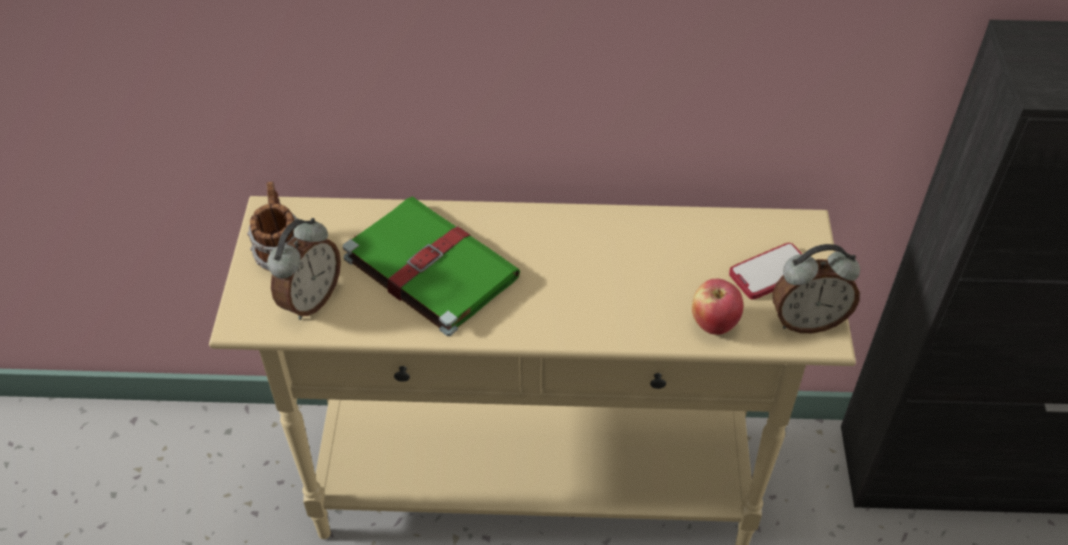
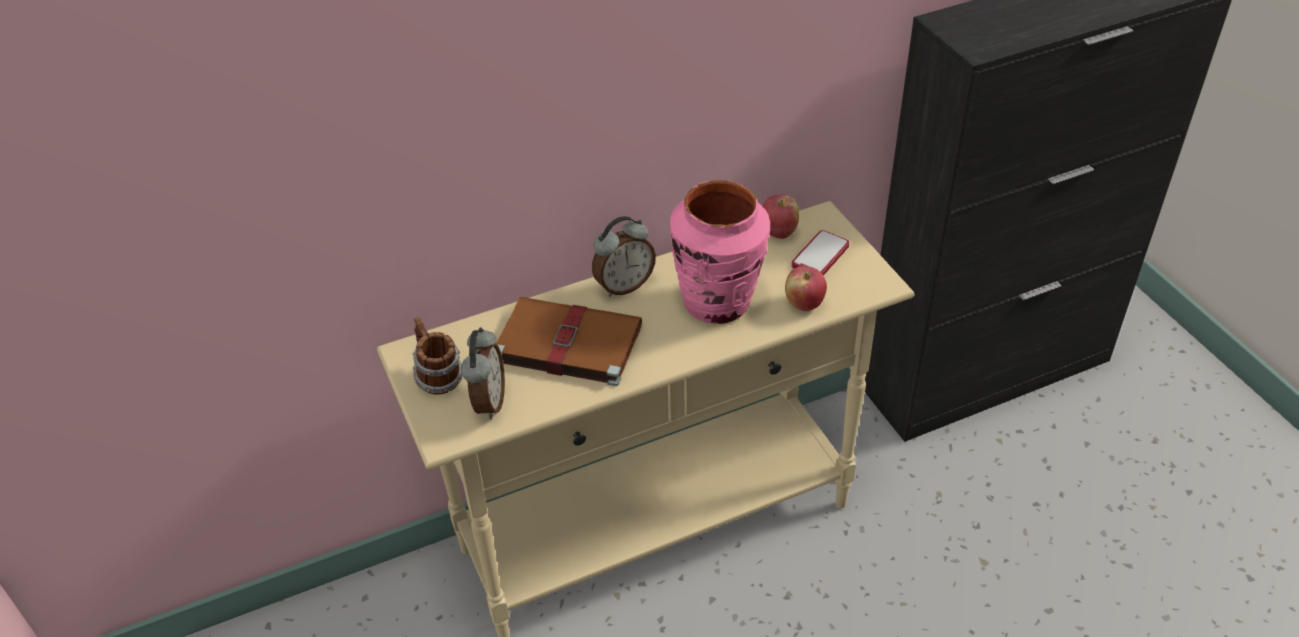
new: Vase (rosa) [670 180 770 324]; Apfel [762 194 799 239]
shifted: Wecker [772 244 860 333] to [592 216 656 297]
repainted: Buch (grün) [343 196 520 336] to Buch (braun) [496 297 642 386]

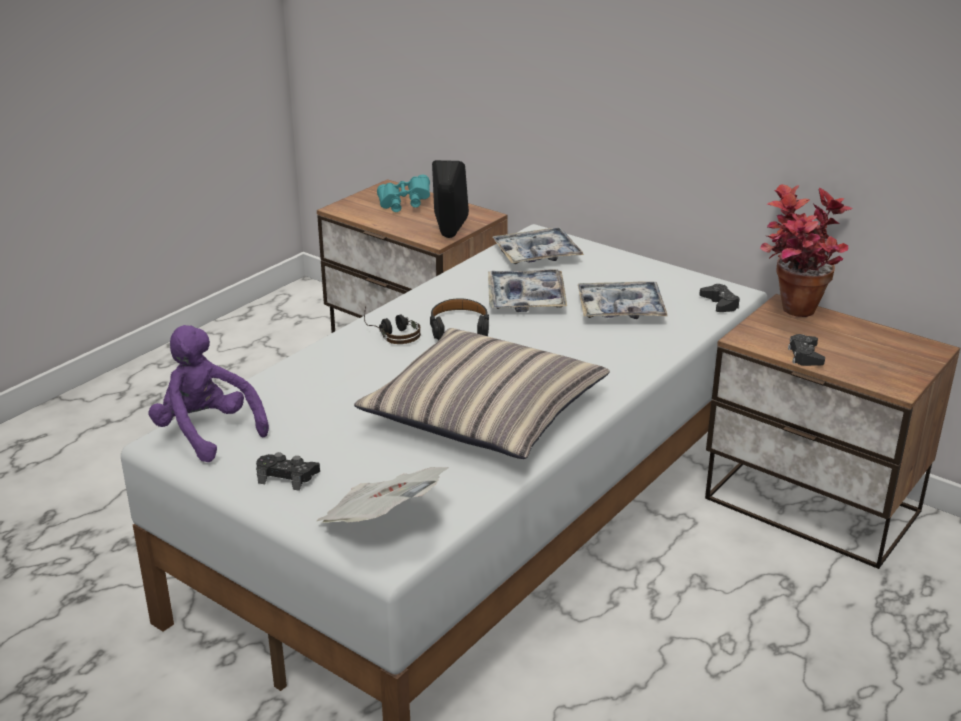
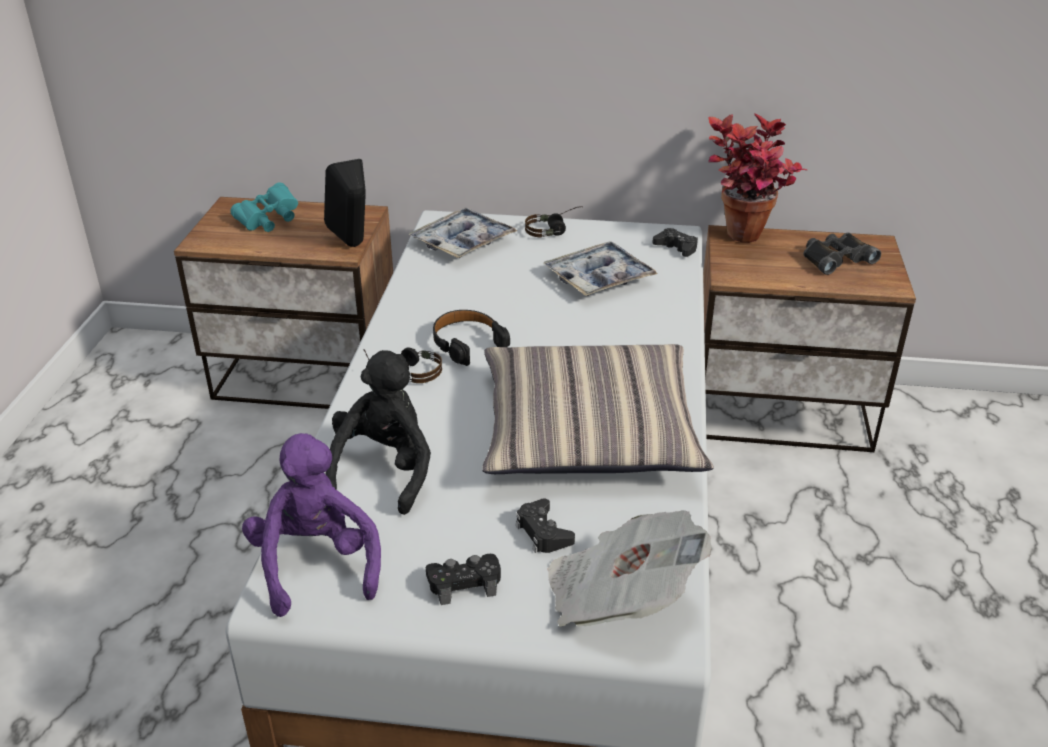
gone: Tablett [488 269 567 312]
new: Plüschtier (schwarz) [325 350 431 515]; Kopfhörer [525 206 581 237]; Fernglas (schwarz) [803 232 881 275]
shifted: Gamepad (schwarz) [788 334 825 366] to [516 499 575 553]
rotated: Plüschtier (lila) [149 325 269 462] = [242 433 381 617] 60 degrees clockwise

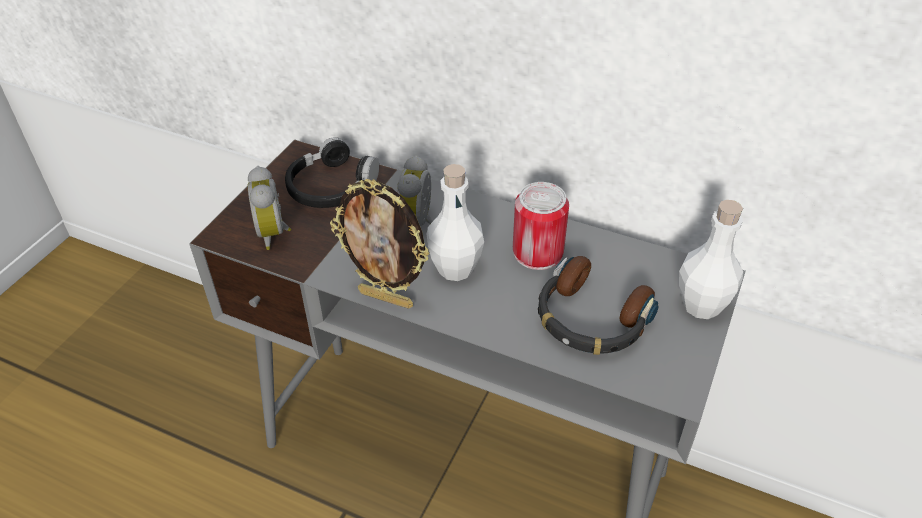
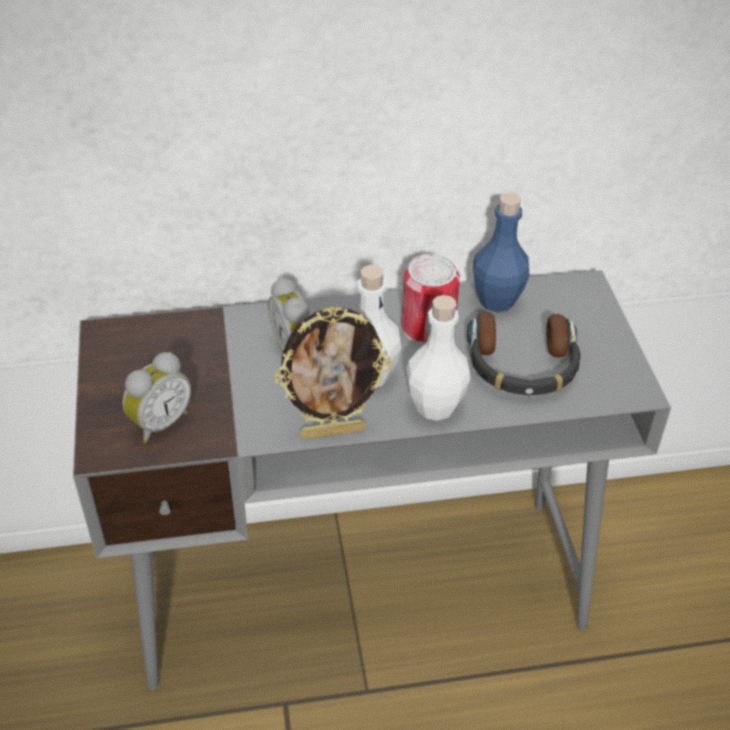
gone: Kopfhörer (schwarz) [285 137 379 208]
new: Flasche (blau) [473 193 529 312]
shifted: Flasche (weiß) [679 200 743 319] to [406 295 471 421]
rotated: Wecker [248 166 291 250] = [122 352 191 444] 90 degrees counterclockwise

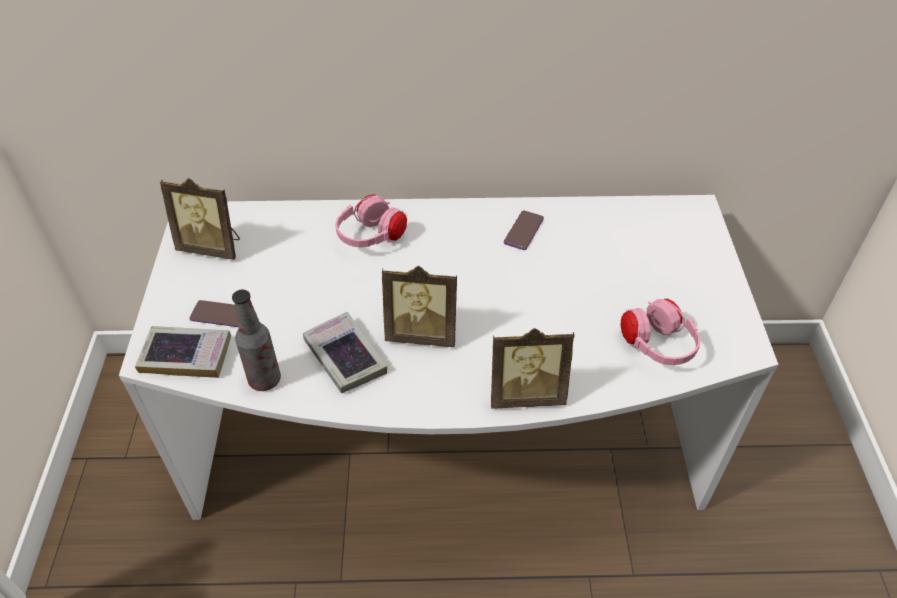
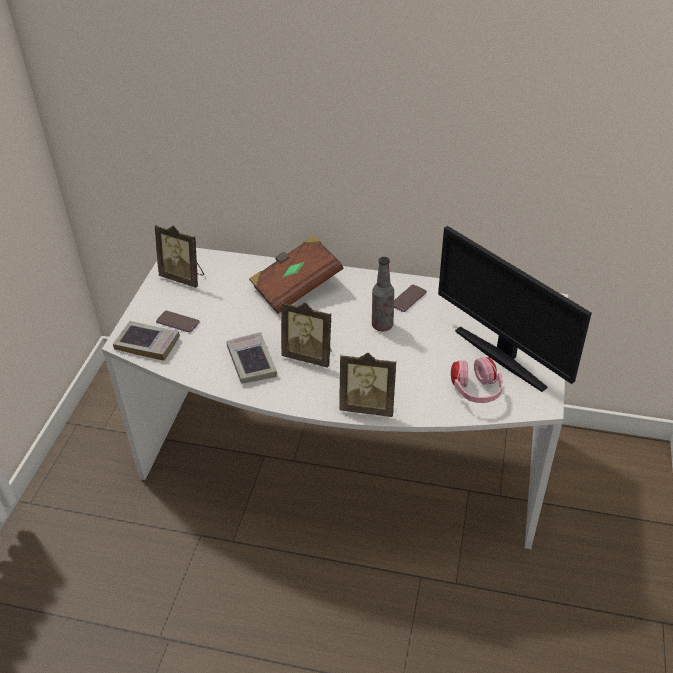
new: Monitor [438 226 592 392]
shifted: Flasche [232 290 281 391] to [372 257 394 331]
swapped: Kopfhörer (rosa) [335 194 407 248] to Buch (braun) [249 235 344 314]

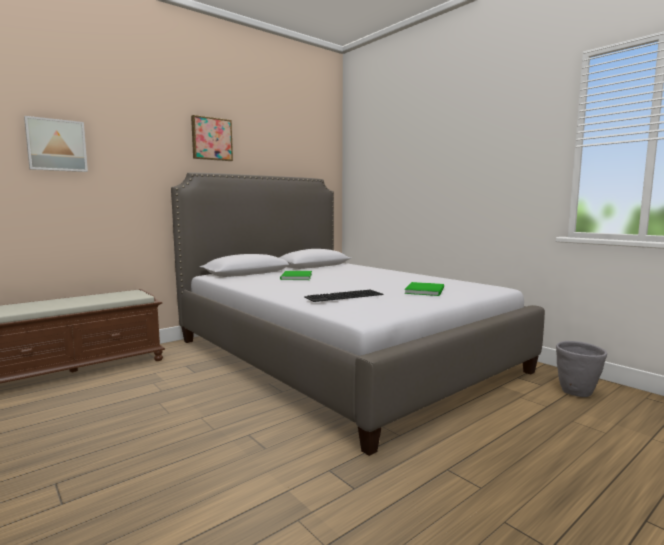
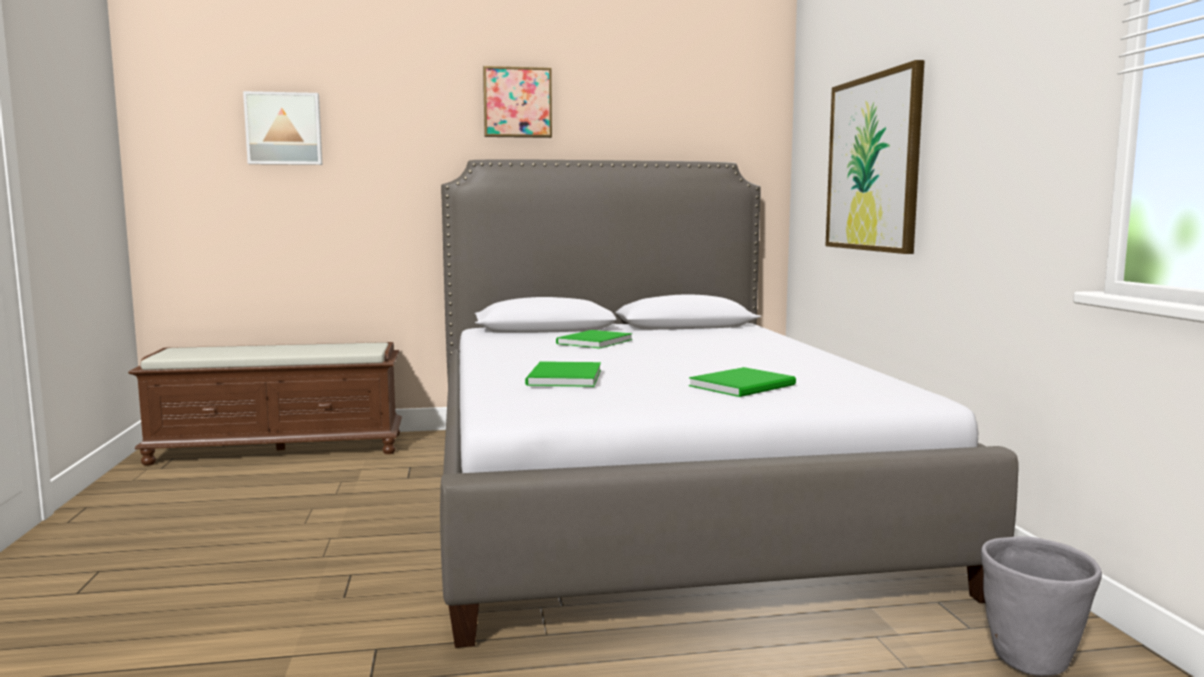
new: Bild [825 60 925 254]
swapped: Tastatur [304 290 383 302] to Buch (grün) [525 361 601 387]

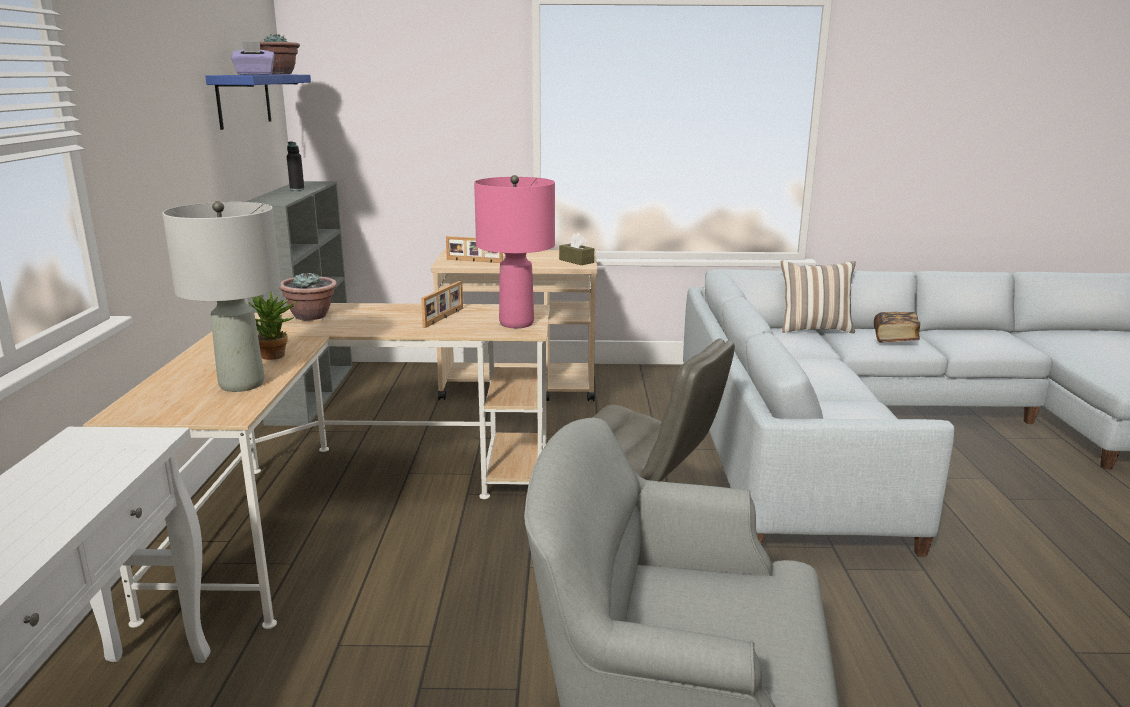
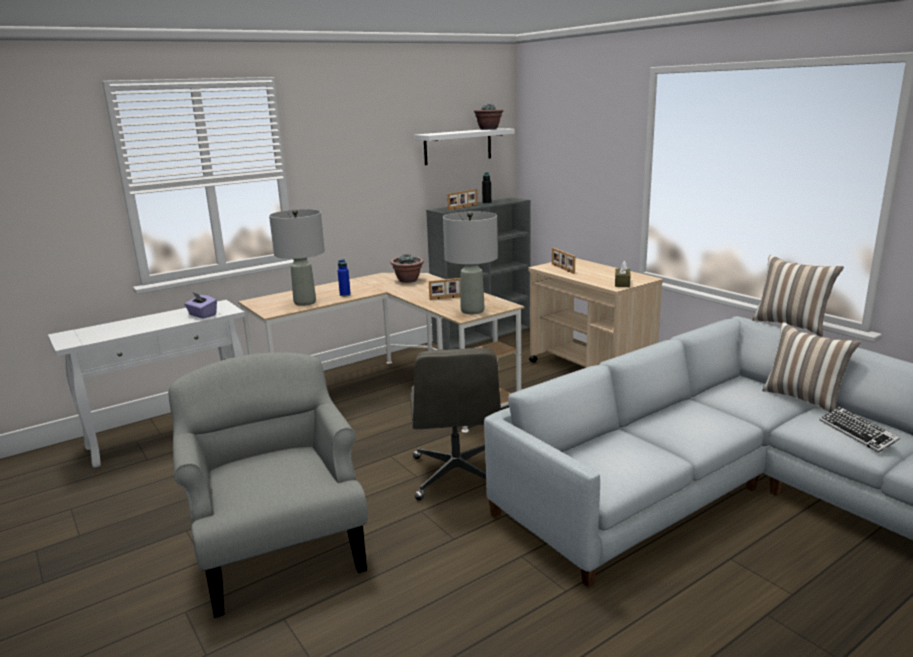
new: Bilderrahmen [447 189 478 210]; Kissen [752 255 844 337]
shifted: Taschentuchbox (lila) [231 41 275 75] to [184 293 217 319]
swapped: Topfpflanze [248 292 299 360] to Flasche (blau) [338 259 351 297]; Buch [874 312 920 342] to Tastatur [819 407 900 453]
repainted: Wandregal (blau) [205 74 311 130] to Wandregal (weiß) [414 128 515 165]; Tischlampe (rosa) [474 175 555 328] to Tischlampe (grau) [443 211 498 314]

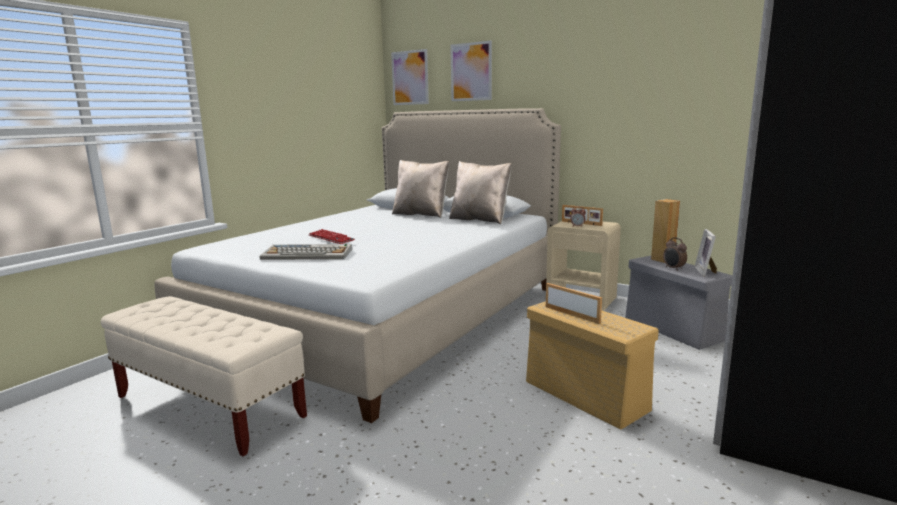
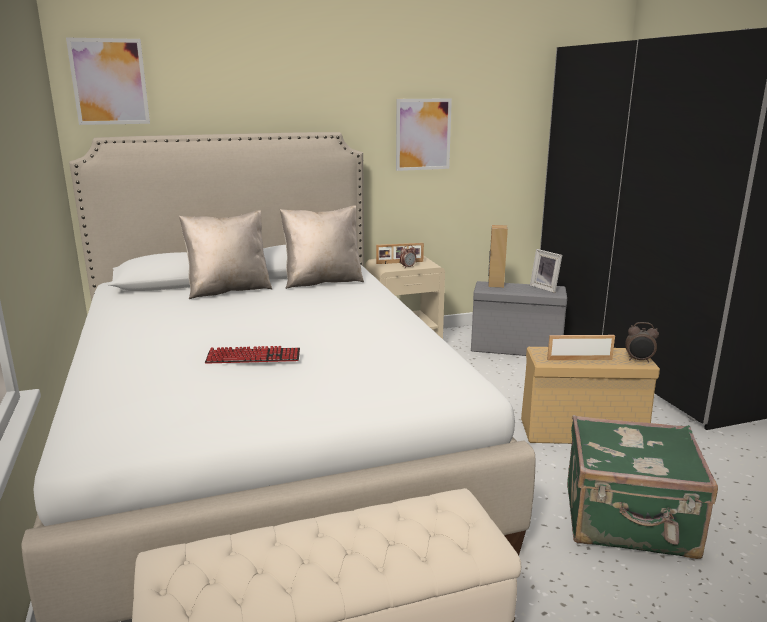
gone: Tastatur [260 244 352 260]
new: Koffer (grün) [567 415 718 559]
shifted: Bild [450 41 492 101] to [396 98 452 171]; Wecker [663 237 687 271] to [625 322 659 363]

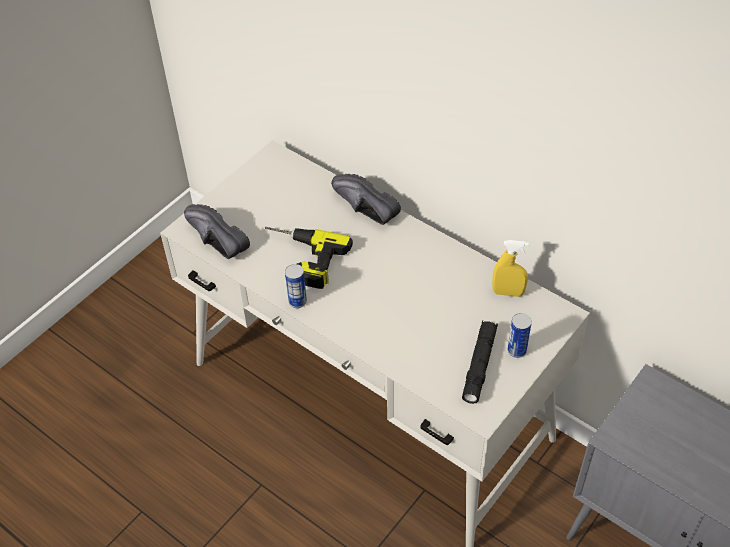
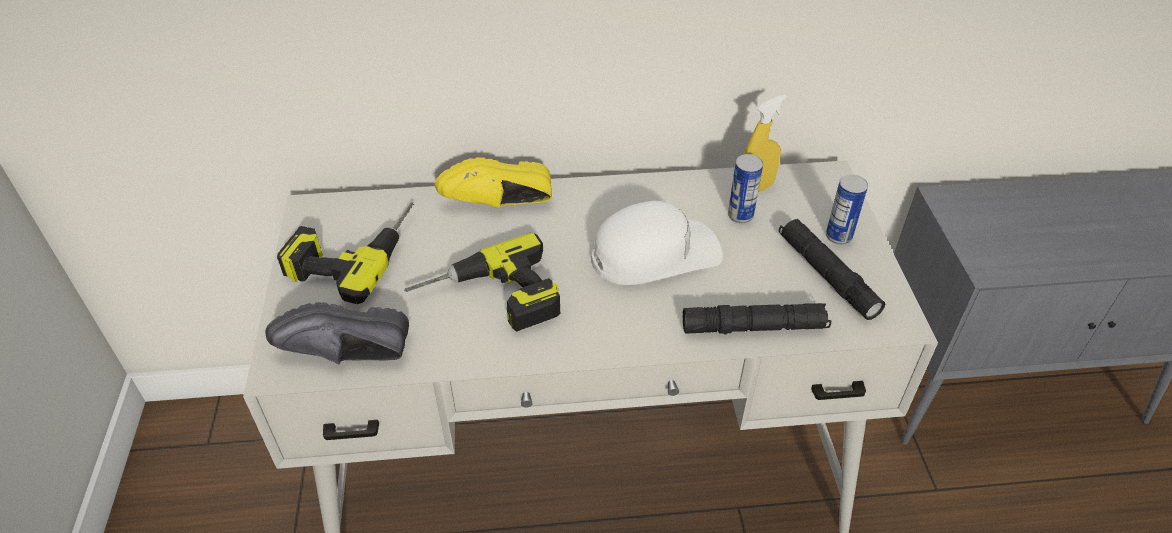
new: Bohrmaschine [277 203 414 304]; Kappe (weiß) [591 201 723 285]; Taschenlampe (schwarz) [683 303 831 334]
shifted: Dose [285 264 307 308] to [728 154 763 223]
repainted: Schuh (schwarz) [331 174 401 225] to Schuh (gelb) [435 157 552 208]

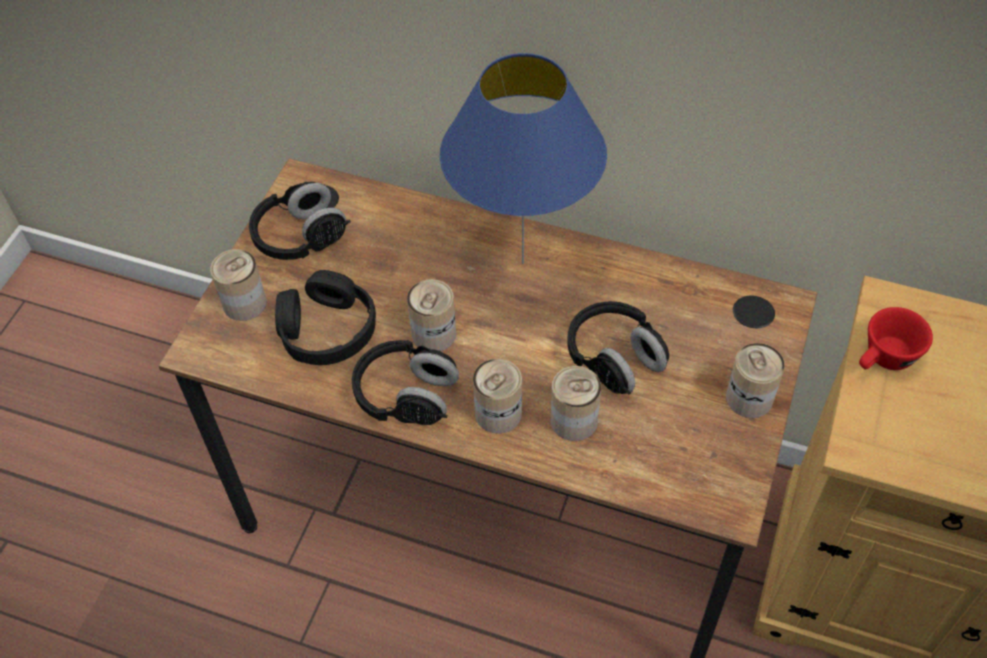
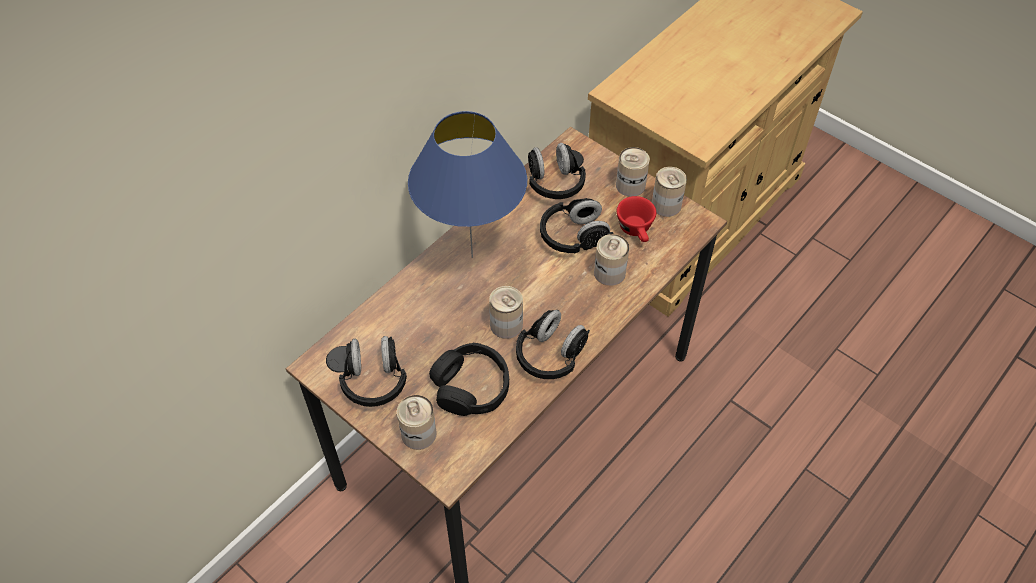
new: Kopfhörer (schwarz) [528 143 586 199]
shifted: Tasse (rot) [859 307 933 370] to [617 196 656 242]; Dose [473 359 522 434] to [652 167 687 217]

